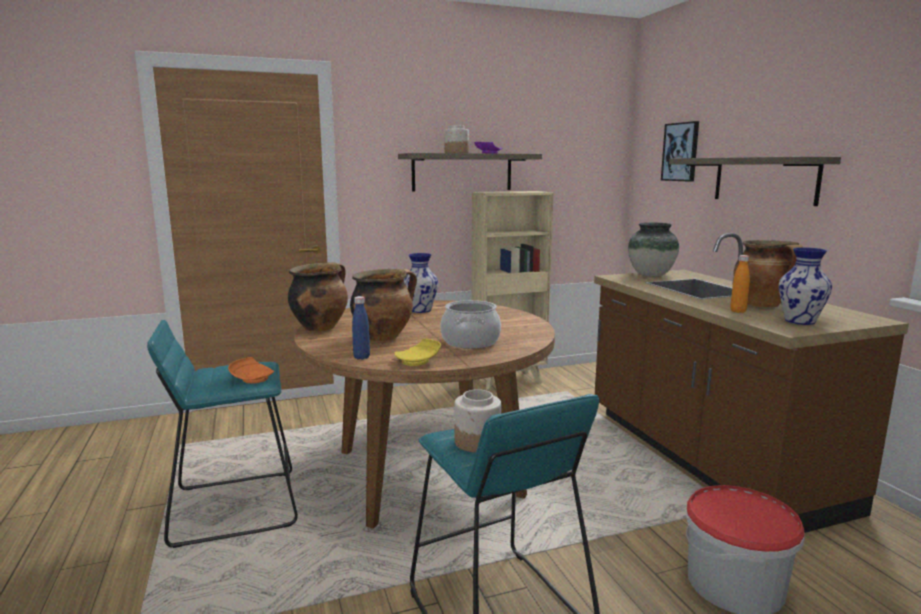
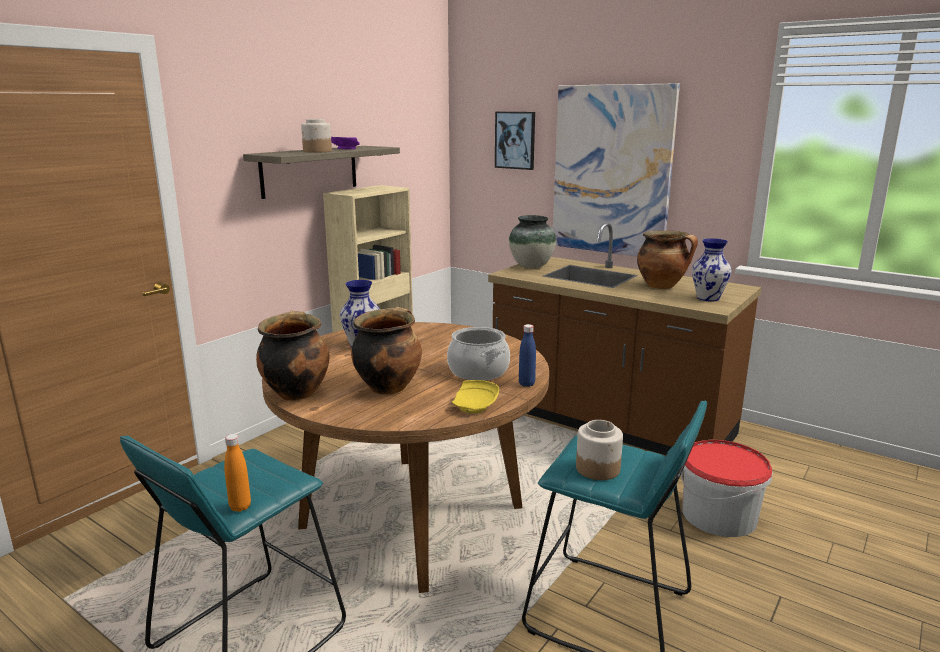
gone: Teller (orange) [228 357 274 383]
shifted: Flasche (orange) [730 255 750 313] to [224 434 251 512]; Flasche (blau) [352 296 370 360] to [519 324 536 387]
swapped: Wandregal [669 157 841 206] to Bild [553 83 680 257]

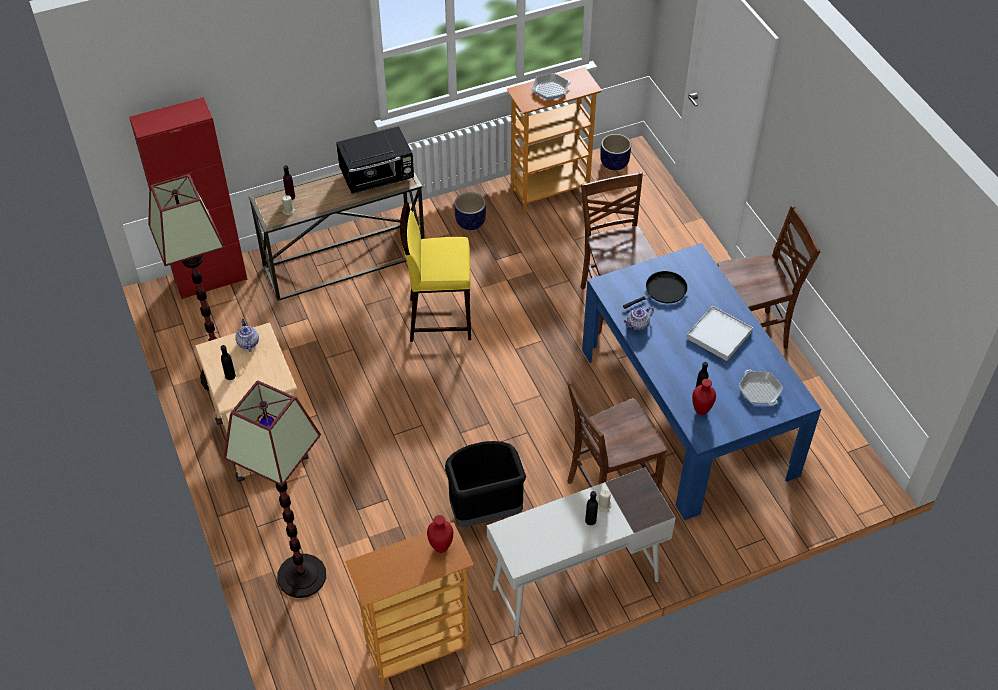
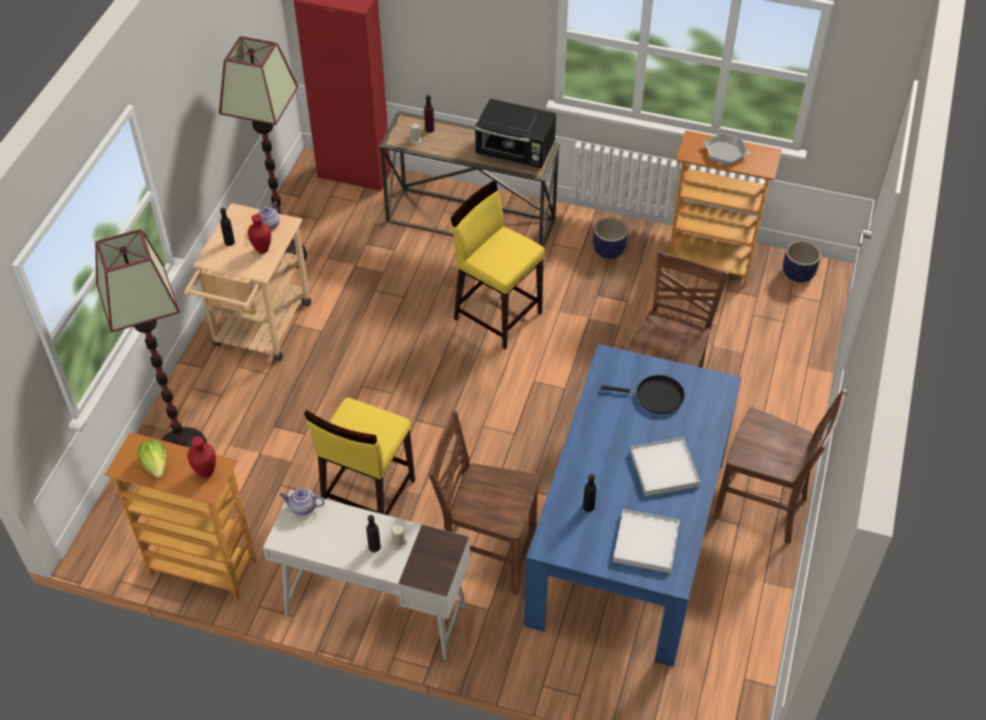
new: Salatkopf [138 440 166 479]
shifted: Vase (rot) [692 379 716 415] to [248 214 271 254]; Teekanne [624 307 654 331] to [280 488 325 515]
swapped: Mülleimer (schwarz) [445 441 526 527] to Hocker (gelb) [304 397 415 515]; Pfanne [739 370 783 405] to Tablett (weiß) [613 509 680 573]

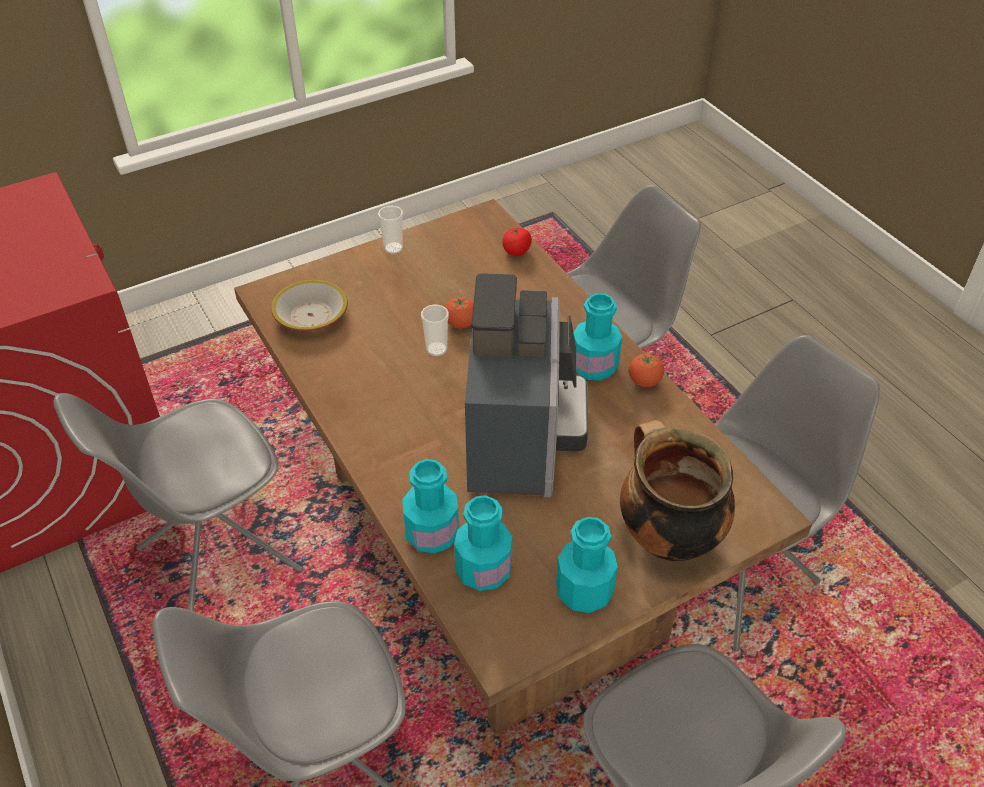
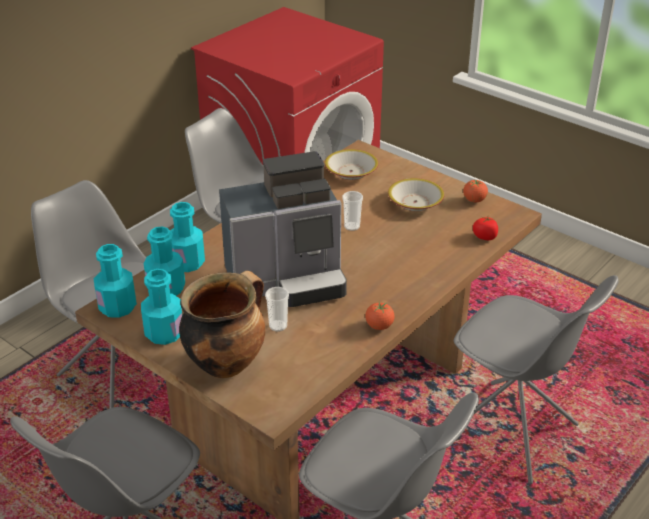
new: Schüssel [388 178 444 211]
shifted: Flasche (türkis) [573 293 622 381] to [94 244 137 318]; Tasse [378 206 403 254] to [265 287 289 332]; Tomate [445 297 474 329] to [463 179 488 203]

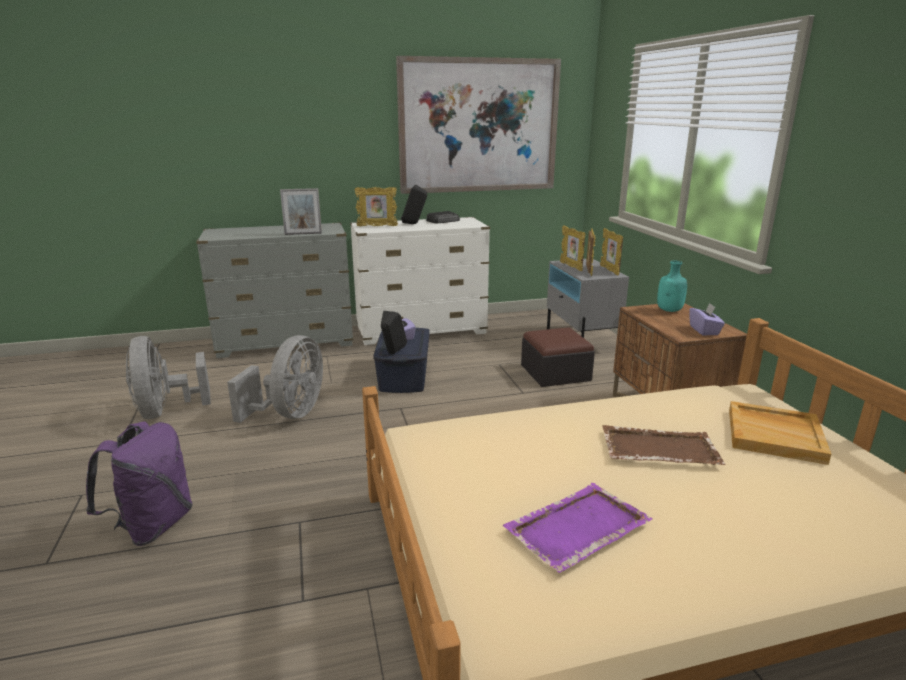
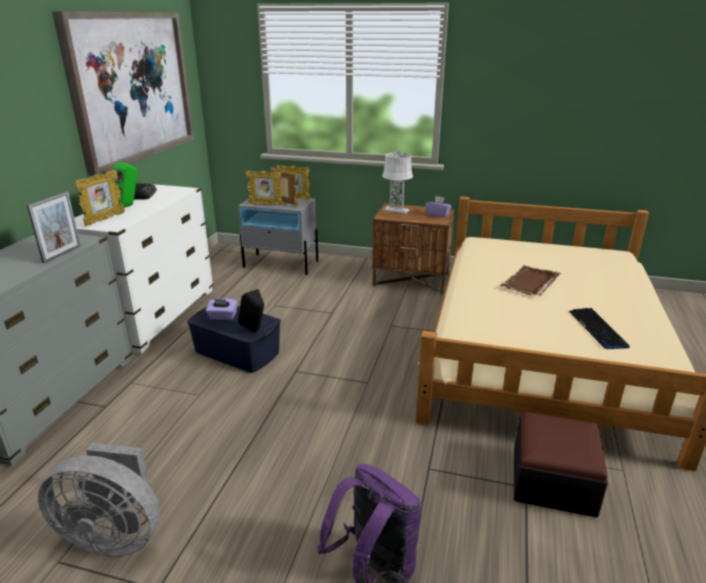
gone: Ventilator (grau) [227 335 323 423]; Tablett (beige) [729 401 831 465]
shifted: Polsterhocker [521 327 595 387] to [514 412 608 517]
swapped: Flasche (türkis) [657 261 687 312] to Tischlampe (grau) [382 151 413 214]; Tablett (lila) [502 483 653 573] to Tastatur [569 308 630 349]
repainted: Lautsprecher (schwarz) [401 185 427 224] to Lautsprecher (grün) [114 162 137 208]

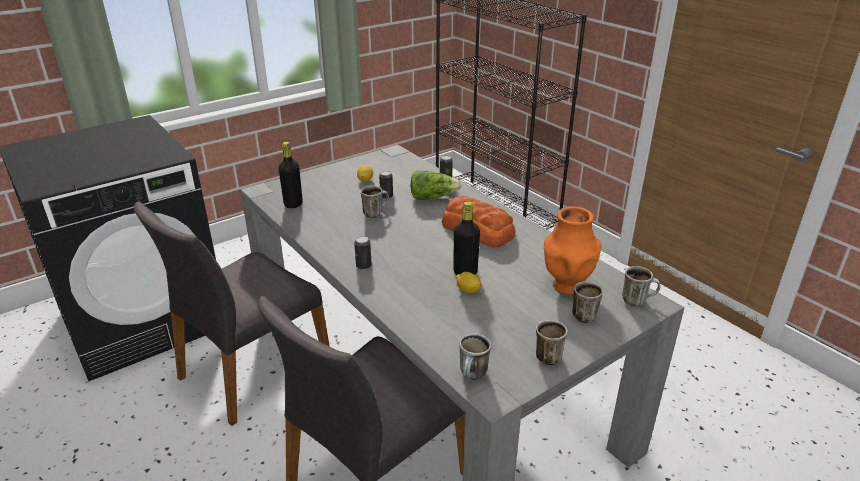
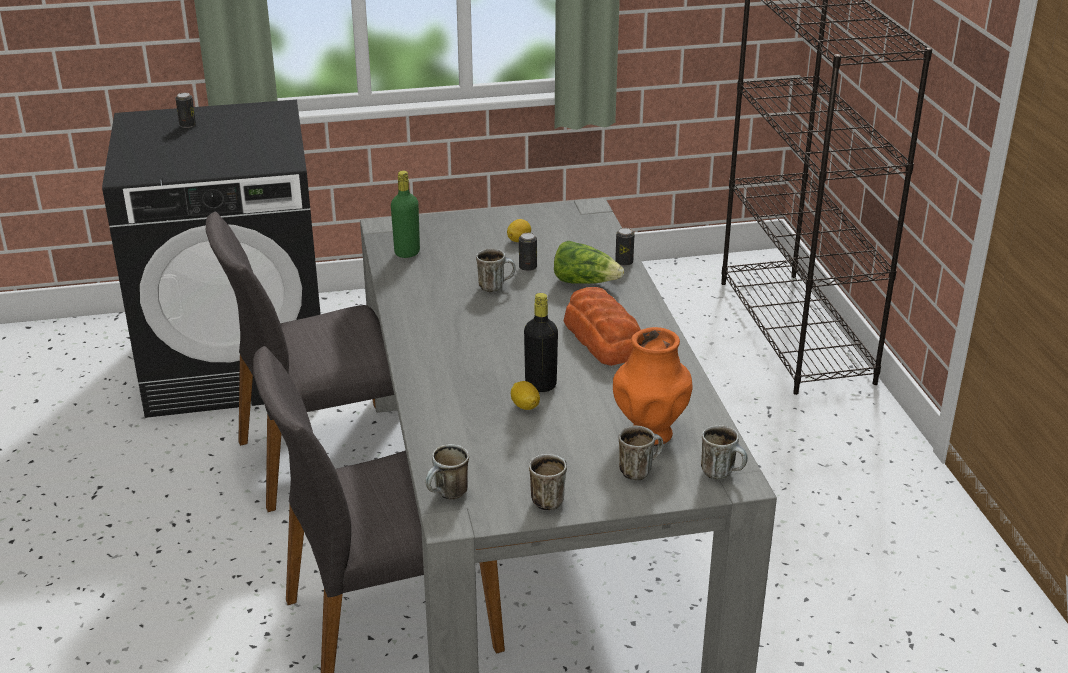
shifted: Dose [354 236 372 270] to [176 93 196 128]
repainted: Flasche (schwarz) [279 142 303 208] to Flasche (grün) [391 171 420 258]

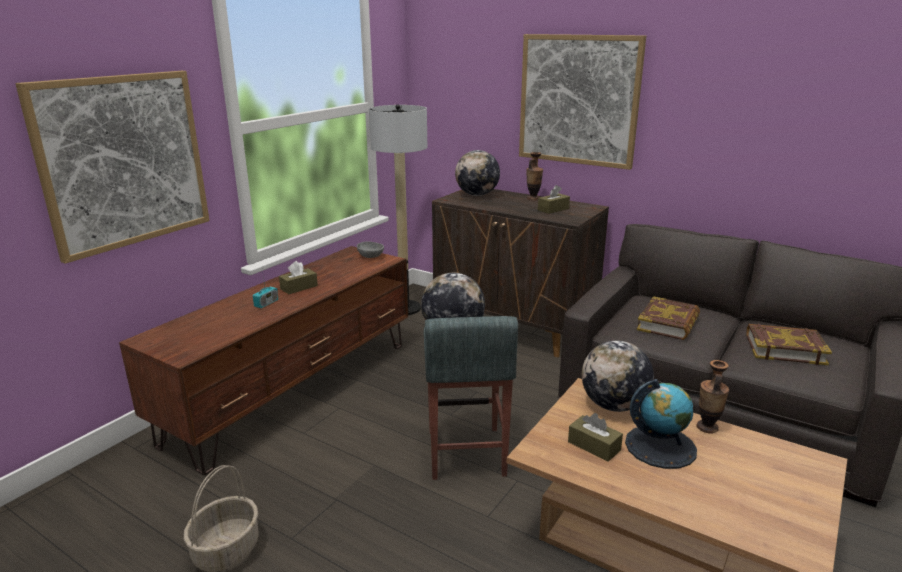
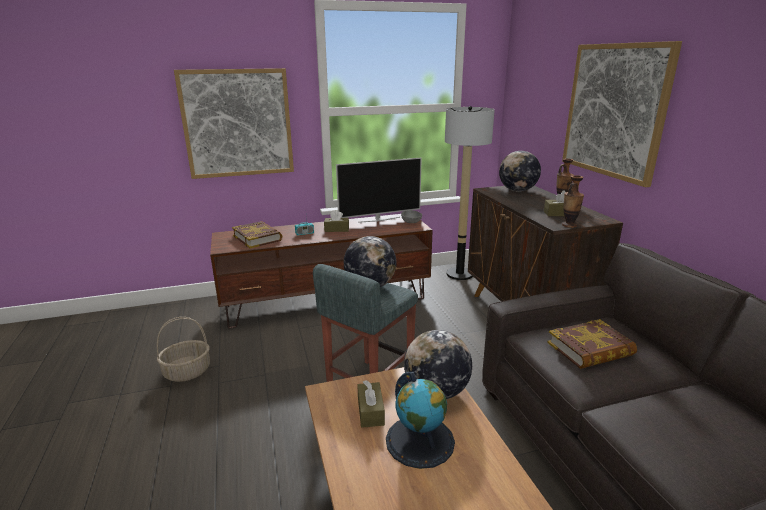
new: Fernseher [336 158 422 223]
shifted: Buch [746 324 832 365] to [232 221 282 248]; Vase [697 360 729 434] to [562 175 584 228]

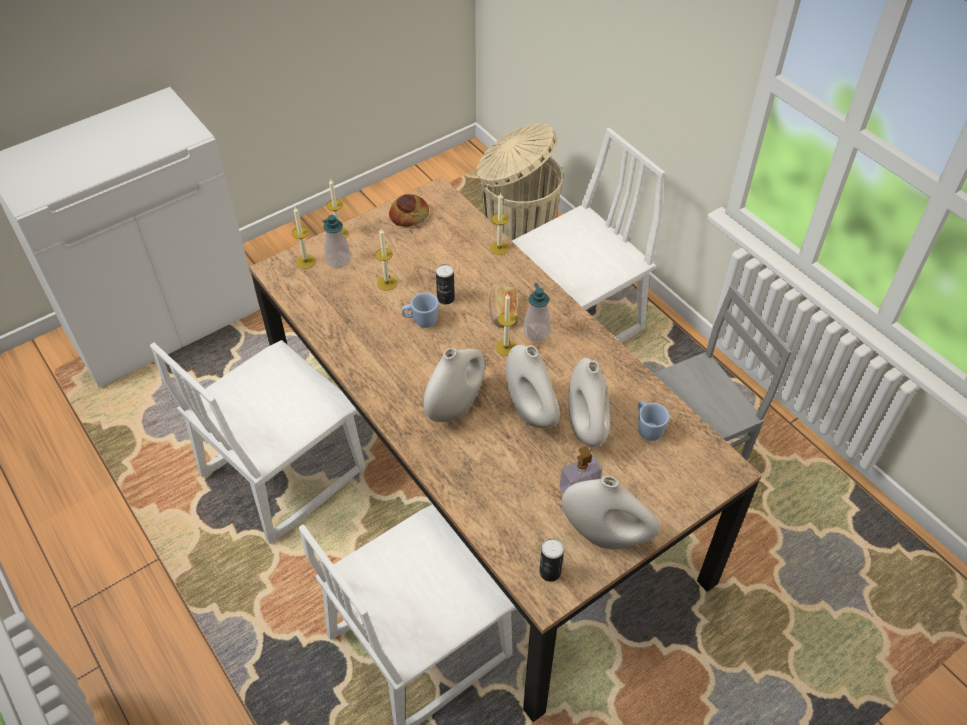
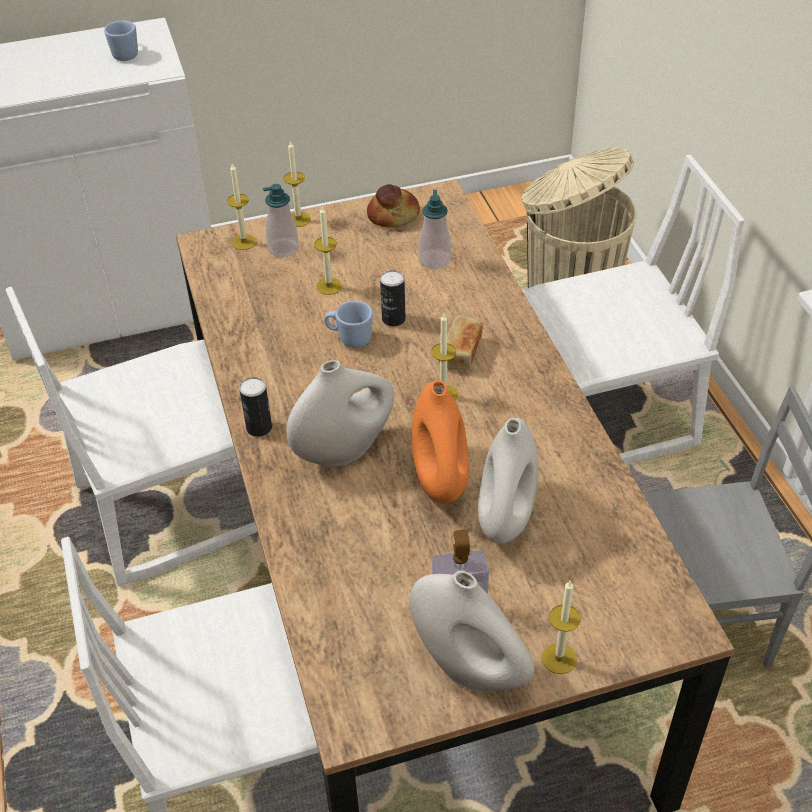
shifted: Henkelbecher (blau) [638 401 670 441] to [104 21 138 61]; Dose [539 538 564 582] to [239 377 272 437]; Seifenspender [524 283 551 342] to [419 190 451 269]; Kerze [490 192 509 255] to [542 581 581 674]
repainted: Vase (weiß) [506 345 560 428] to Vase (orange) [412 380 469 503]

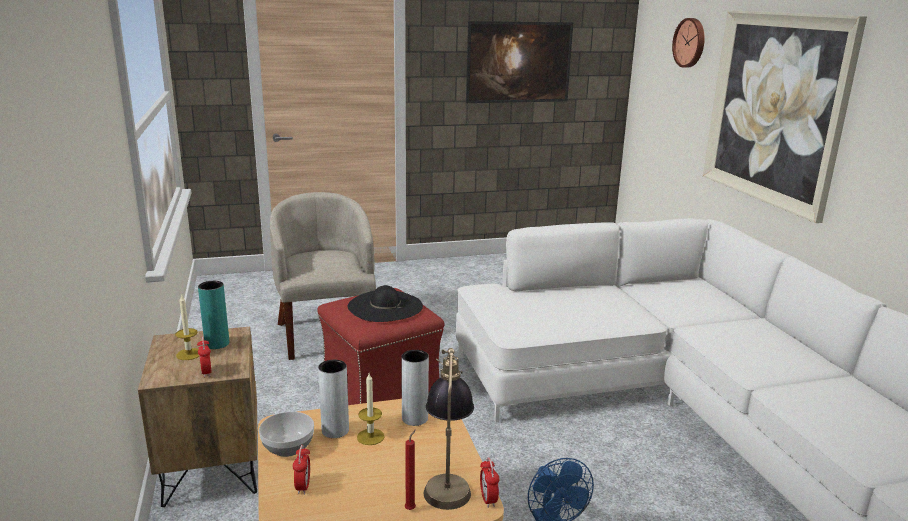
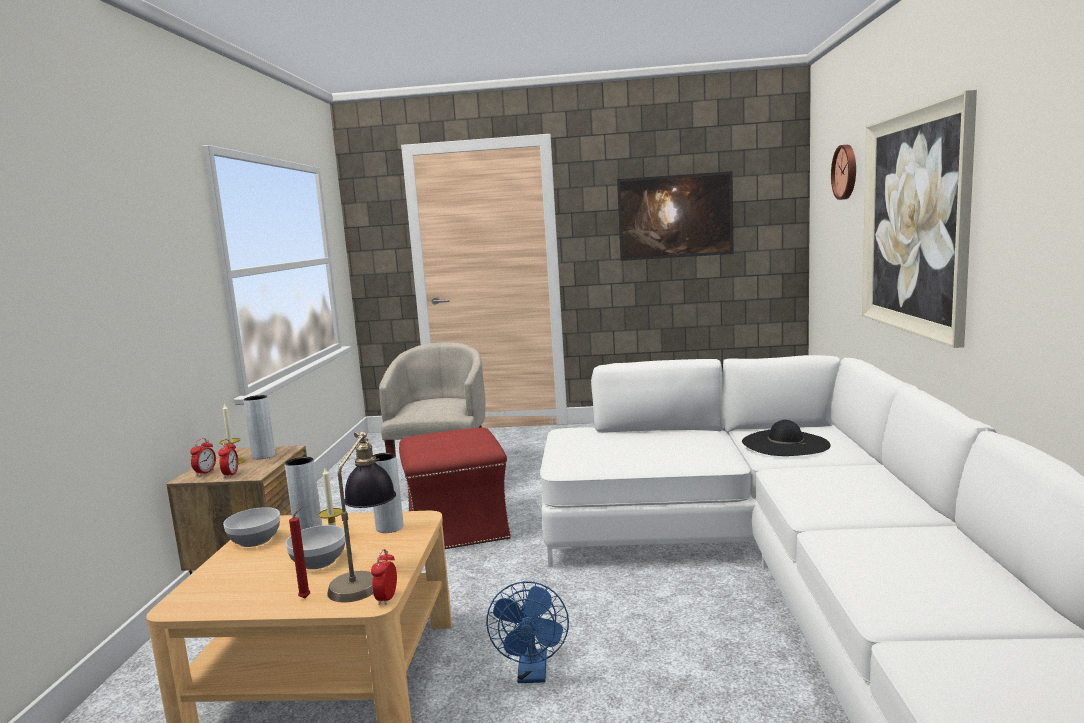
new: Schüssel [286 525 345 569]
shifted: Wecker [292 445 310 495] to [190 438 216 476]; Hut (schwarz) [348 285 423 322] to [742 420 831 456]
repainted: Vase (türkis) [198 281 229 349] to Vase (grau) [243 395 275 459]

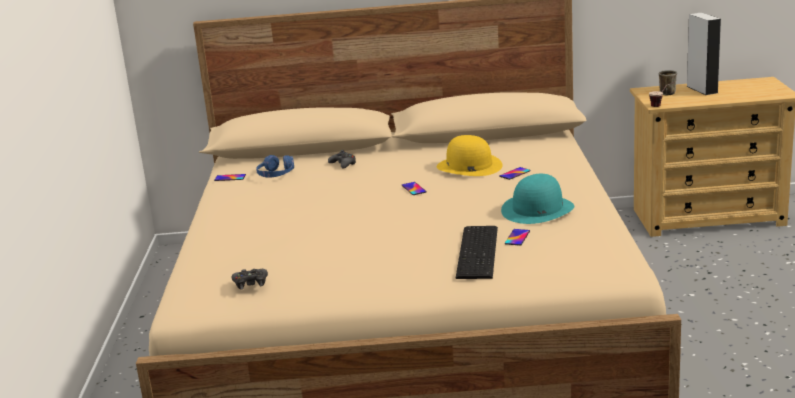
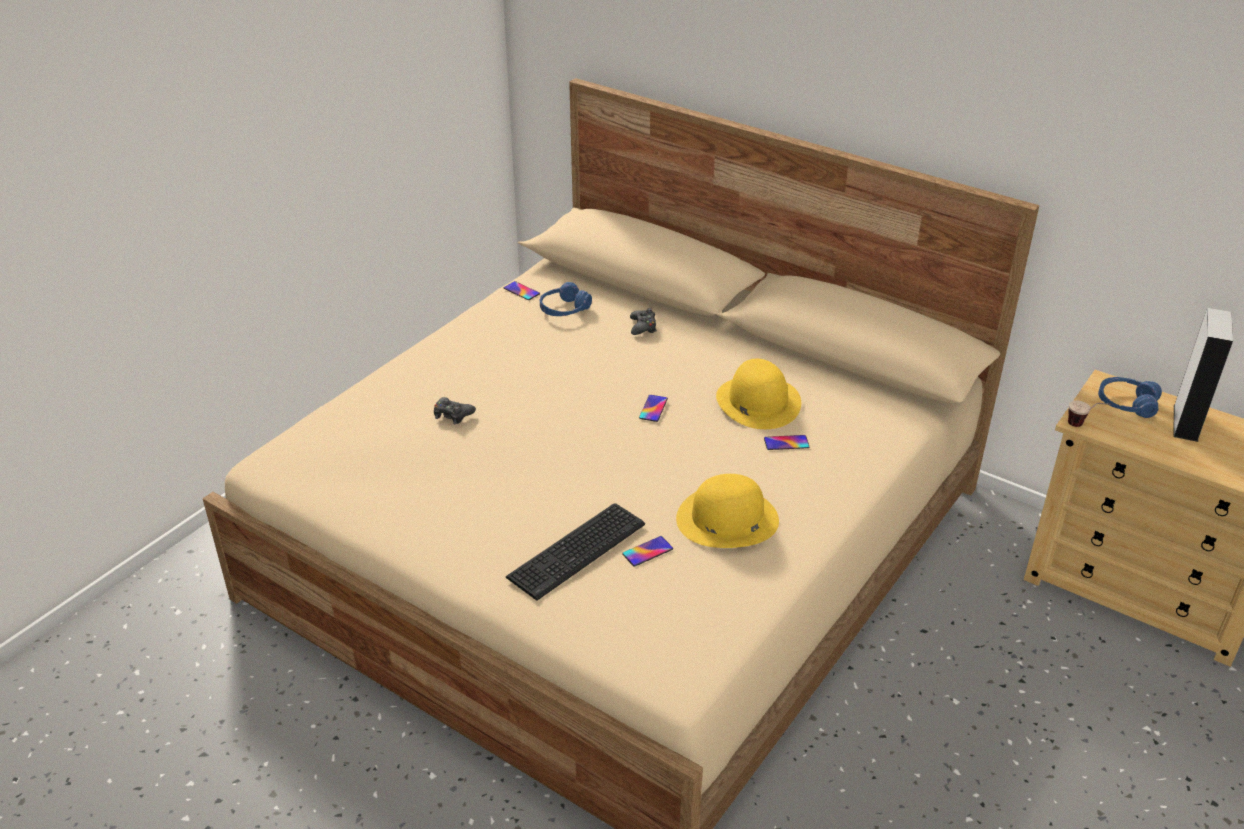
shifted: Gamepad (schwarz) [232 269 268 289] to [434 397 476 425]
swapped: Henkelbecher [659 70 677 95] to Kopfhörer (blau) [1098 377 1162 418]
repainted: Hut (türkis) [501 174 574 224] to Hut (gelb) [676 474 779 548]

